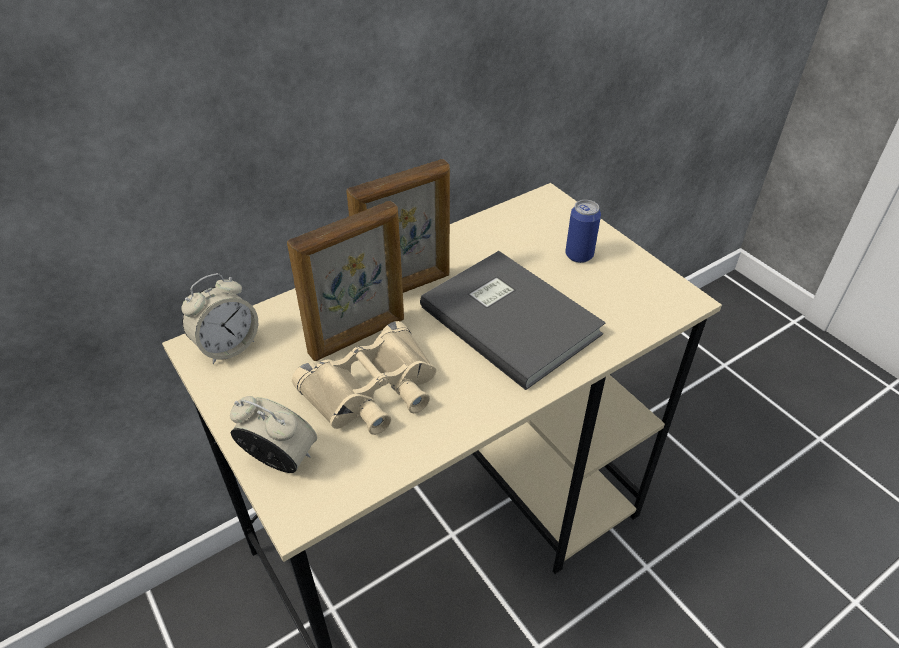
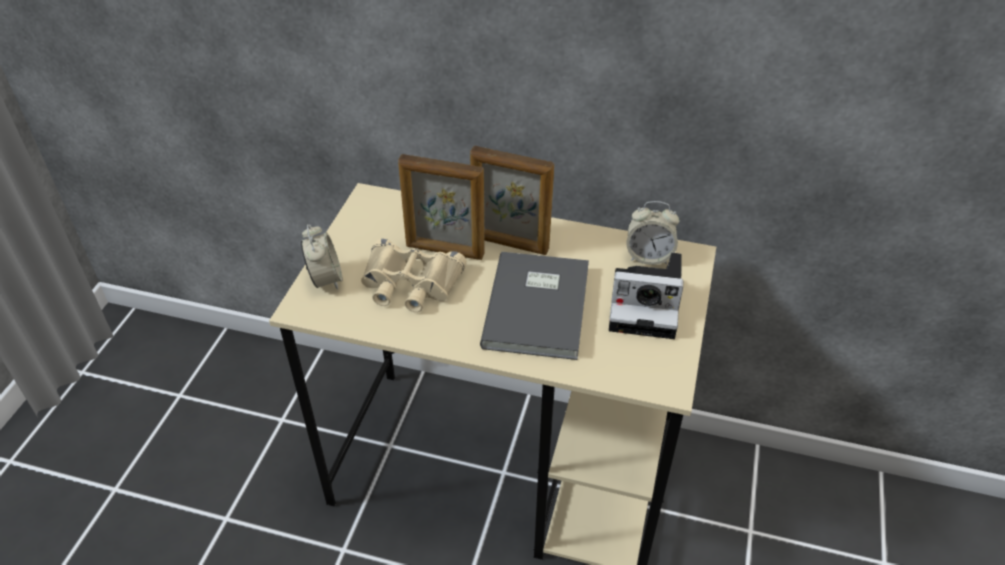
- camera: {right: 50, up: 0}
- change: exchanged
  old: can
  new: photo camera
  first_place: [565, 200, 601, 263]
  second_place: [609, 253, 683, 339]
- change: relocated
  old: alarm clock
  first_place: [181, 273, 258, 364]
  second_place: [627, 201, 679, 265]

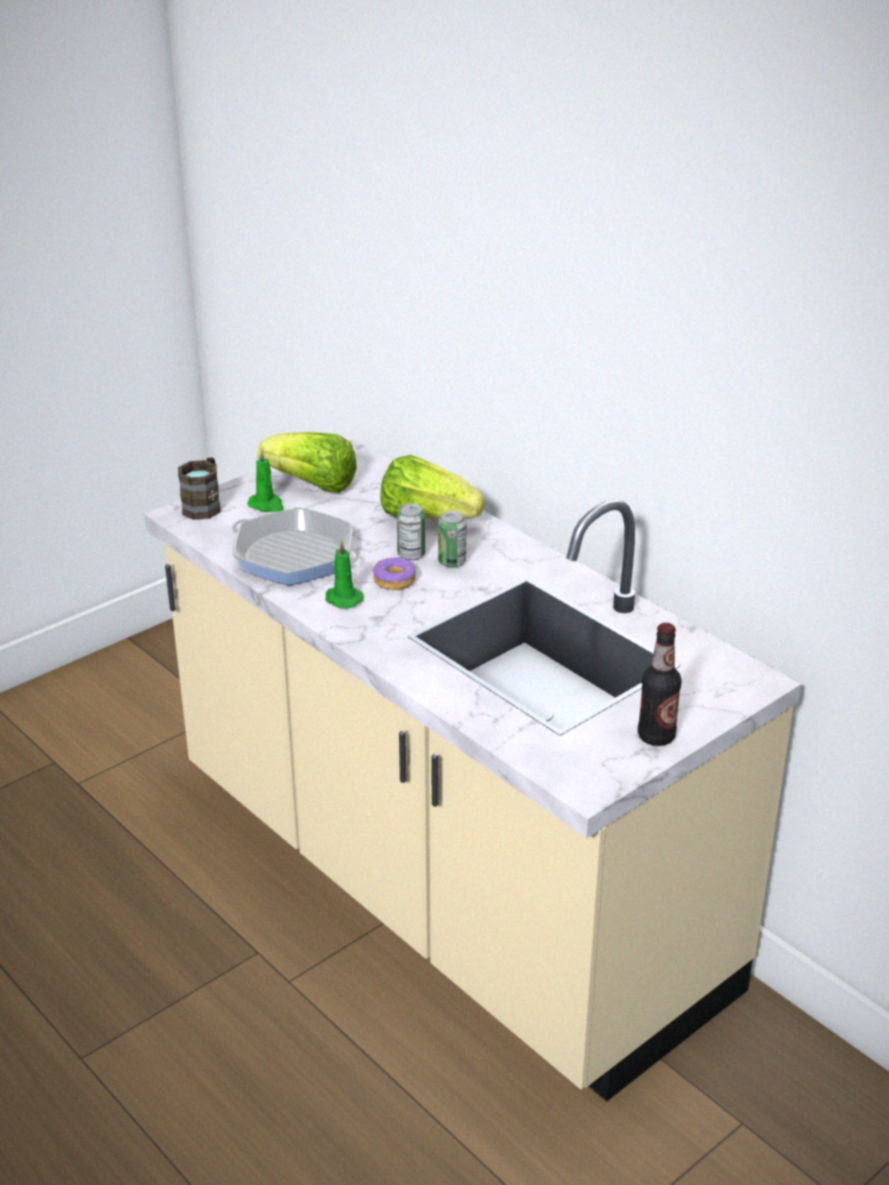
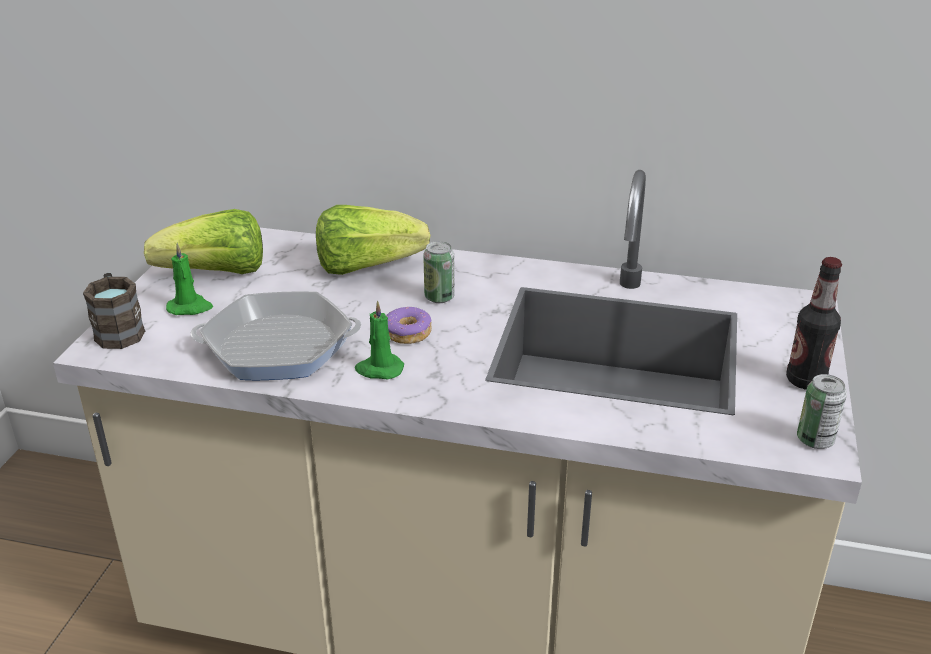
- camera: {right: -35, up: 0}
- change: relocated
  old: can
  first_place: [397, 504, 425, 560]
  second_place: [797, 374, 847, 449]

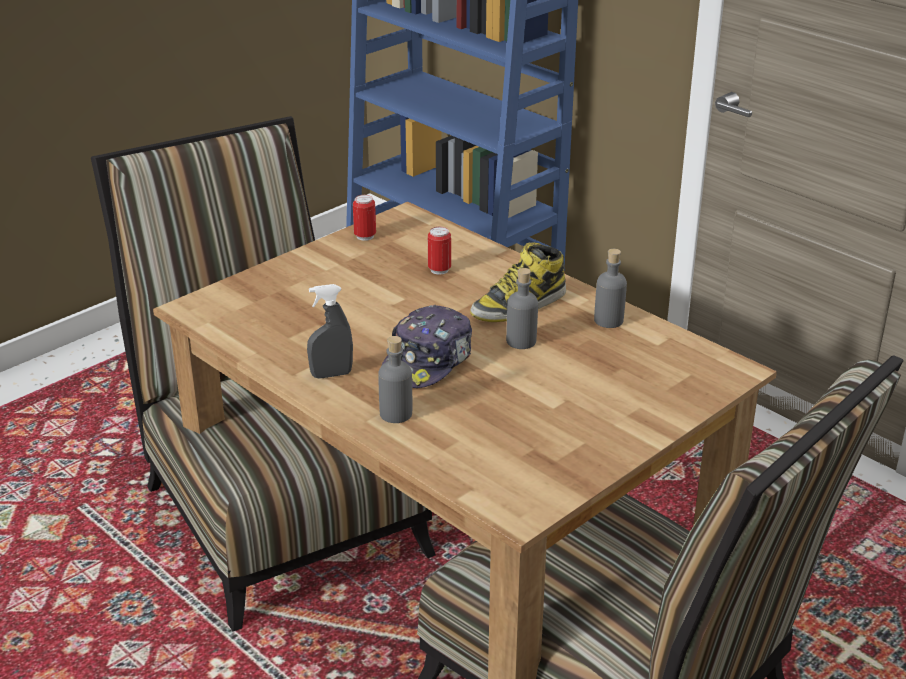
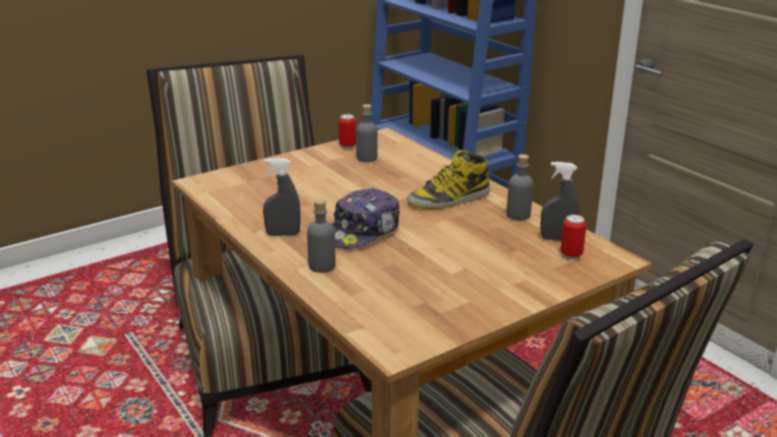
- camera: {right: 10, up: -5}
- change: relocated
  old: grey bottle
  first_place: [506, 268, 538, 349]
  second_place: [356, 104, 377, 162]
- change: appeared
  new: grey spray bottle
  second_place: [540, 162, 580, 241]
- change: relocated
  old: can
  first_place: [428, 227, 451, 275]
  second_place: [560, 214, 586, 260]

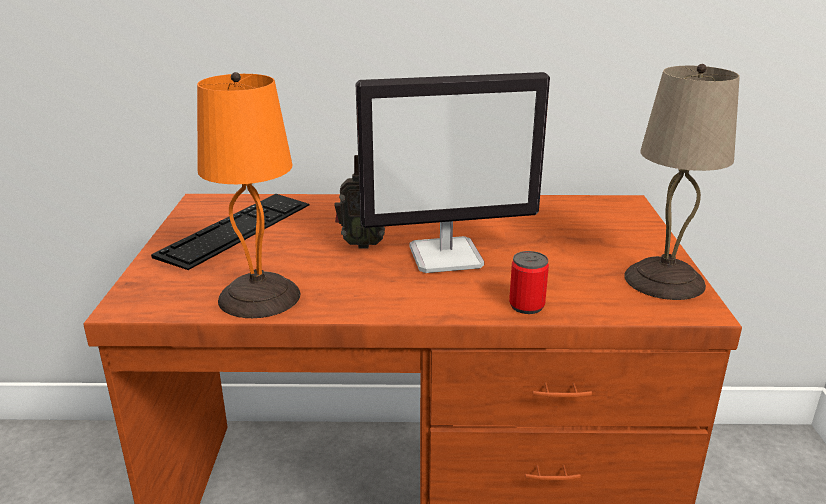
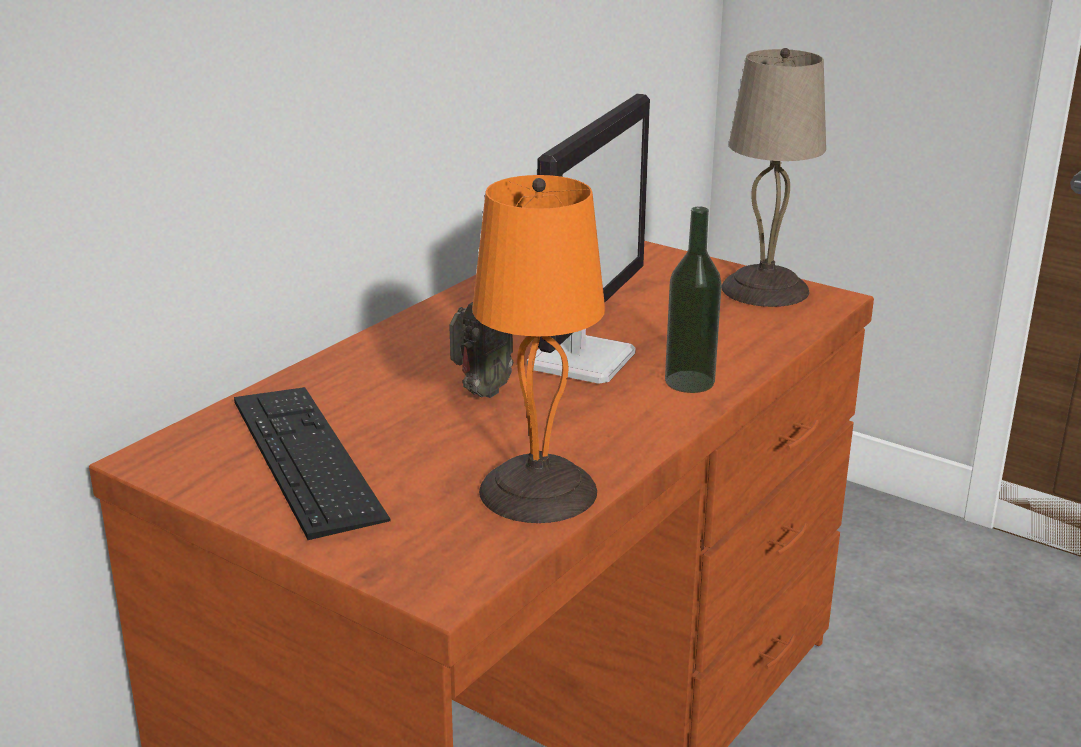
- camera: {right: -55, up: 0}
- change: appeared
  new: bottle
  second_place: [665, 207, 722, 393]
- change: missing
  old: can
  first_place: [509, 251, 549, 314]

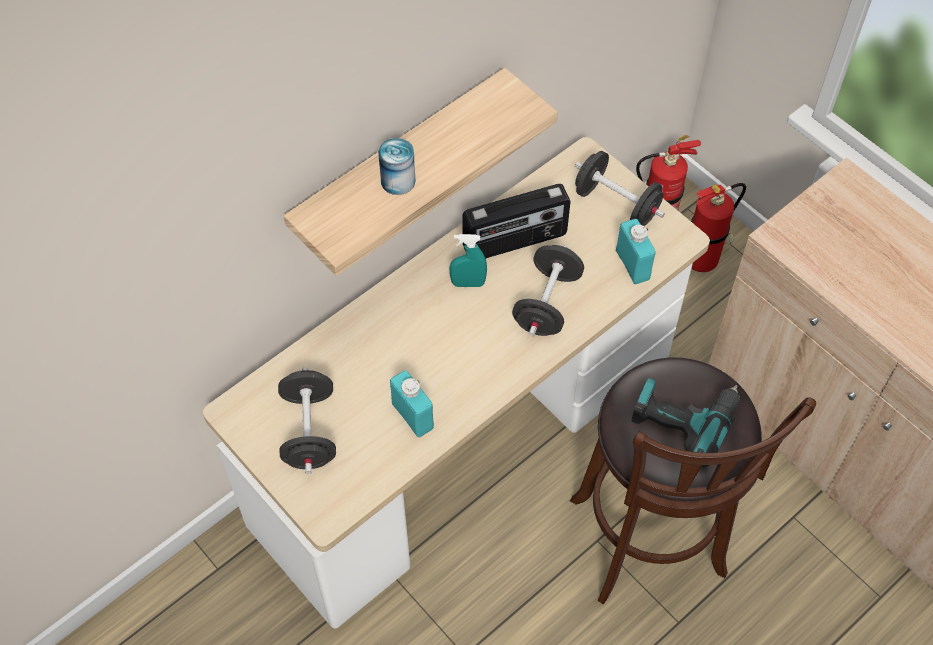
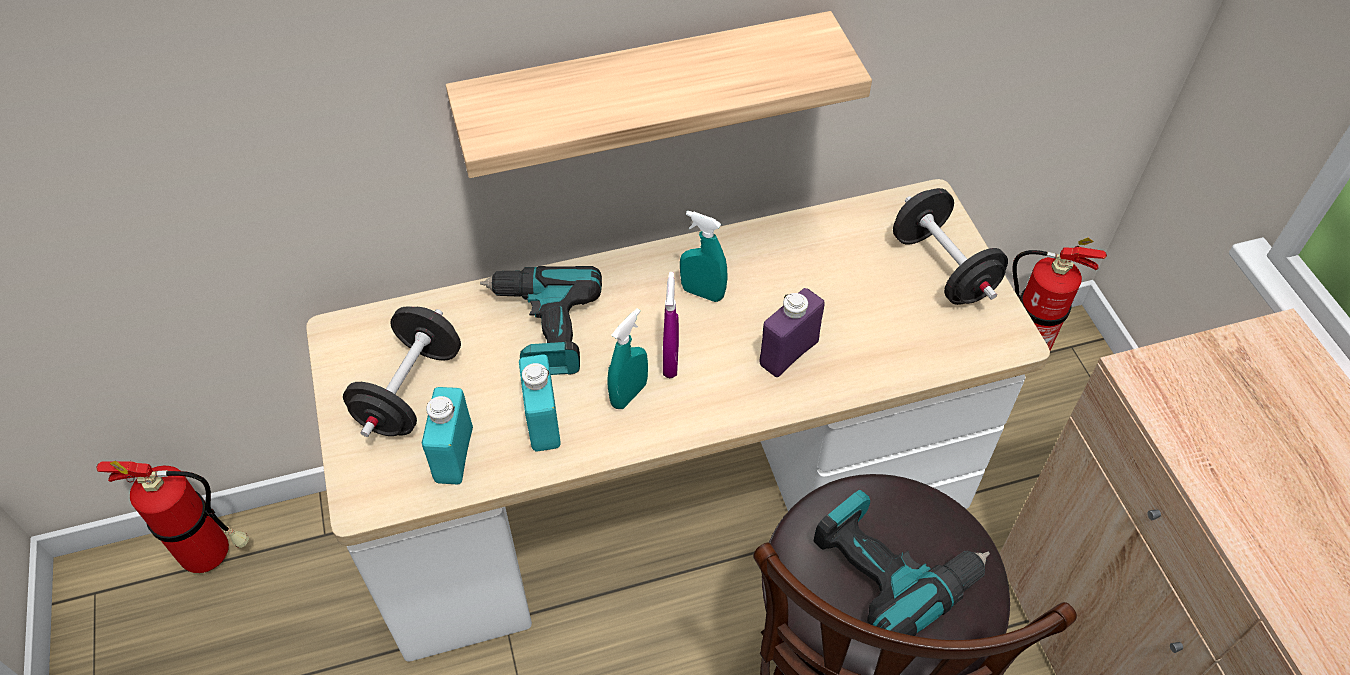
- camera: {right: 25, up: -5}
- change: relocated
  old: fire extinguisher
  first_place: [691, 183, 746, 272]
  second_place: [97, 460, 249, 573]
- change: relocated
  old: turquoise bottle
  first_place: [616, 219, 656, 284]
  second_place: [422, 387, 473, 484]
- change: appeared
  new: power drill
  second_place: [480, 266, 602, 375]
- change: appeared
  new: turquoise spray bottle
  second_place: [607, 308, 648, 409]
- change: appeared
  new: purple spray bottle
  second_place: [663, 272, 679, 378]
- change: exchanged
  old: black dumbbell
  new: purple bottle
  first_place: [512, 245, 584, 336]
  second_place: [760, 288, 825, 377]
- change: missing
  old: can
  first_place: [378, 138, 415, 195]
- change: missing
  old: radio
  first_place: [463, 184, 571, 258]

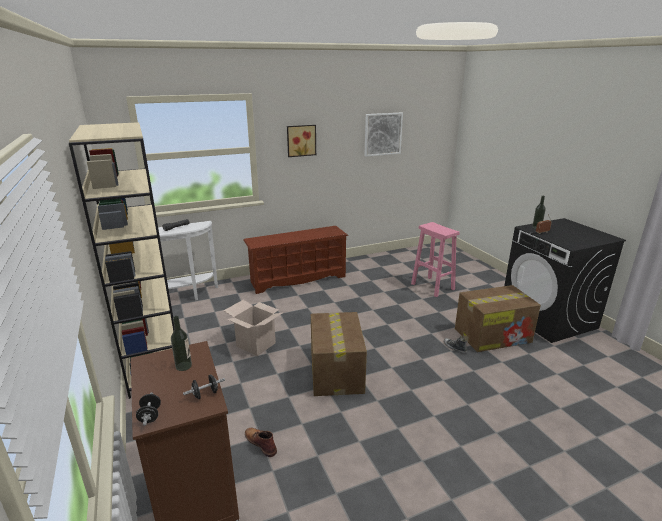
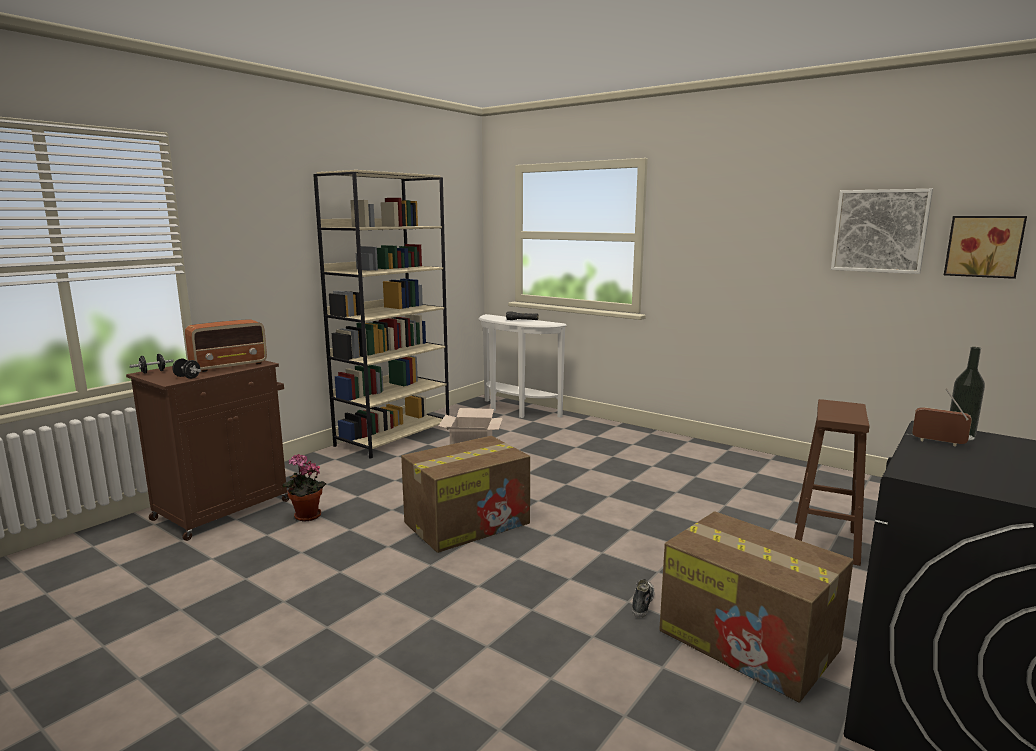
- camera: {right: 60, up: -10}
- change: exchanged
  old: bottle
  new: radio
  first_place: [171, 316, 192, 371]
  second_place: [185, 319, 267, 372]
- change: exchanged
  old: brown boot
  new: potted plant
  first_place: [245, 428, 277, 457]
  second_place: [282, 454, 326, 522]
- change: colour
  old: pink stool
  new: brown stool
  first_place: [411, 222, 460, 297]
  second_place: [795, 399, 869, 566]
- change: relocated
  old: picture
  first_place: [287, 125, 316, 157]
  second_place: [944, 216, 1027, 279]
- change: missing
  old: brown shoe rack
  first_place: [243, 226, 348, 294]

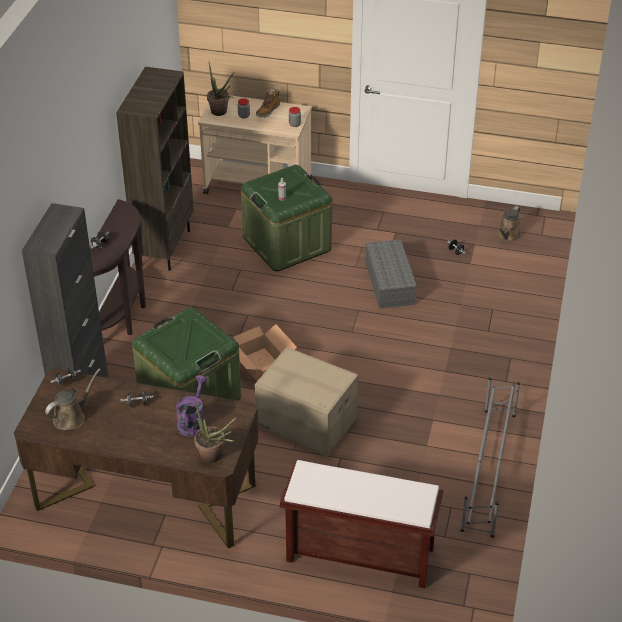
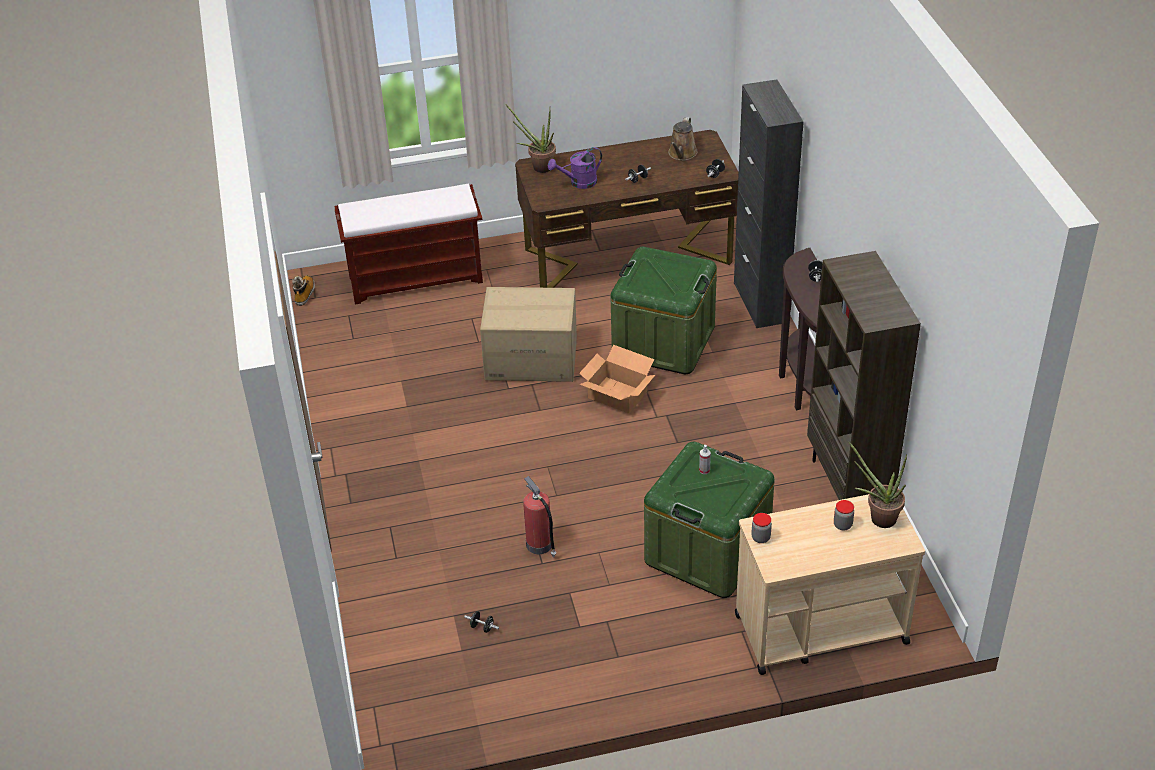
- camera: {right: 155, up: 0}
- change: relocated
  old: boot
  first_place: [256, 89, 280, 118]
  second_place: [292, 275, 315, 306]
- change: exchanged
  old: grey storage box
  new: fire extinguisher
  first_place: [365, 239, 417, 309]
  second_place: [523, 476, 556, 558]
- change: spun
  old: purple watering can
  first_place: [176, 375, 207, 437]
  second_place: [548, 147, 602, 189]
  degrees: 75
- change: missing
  old: grey shoe rack
  first_place: [461, 377, 520, 538]
- change: missing
  old: brown watering can
  first_place: [497, 206, 522, 242]

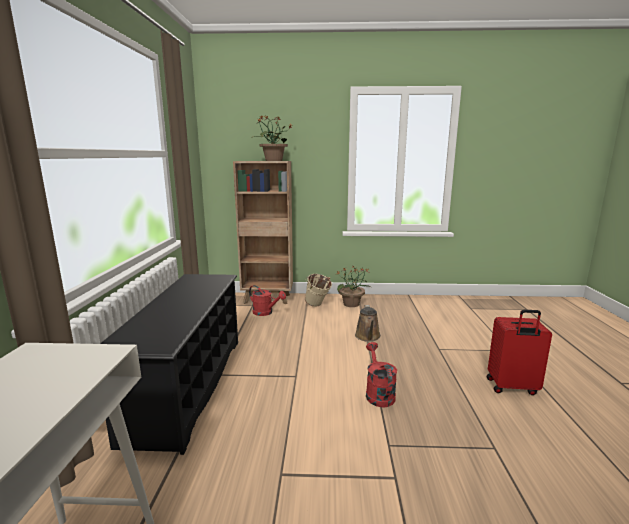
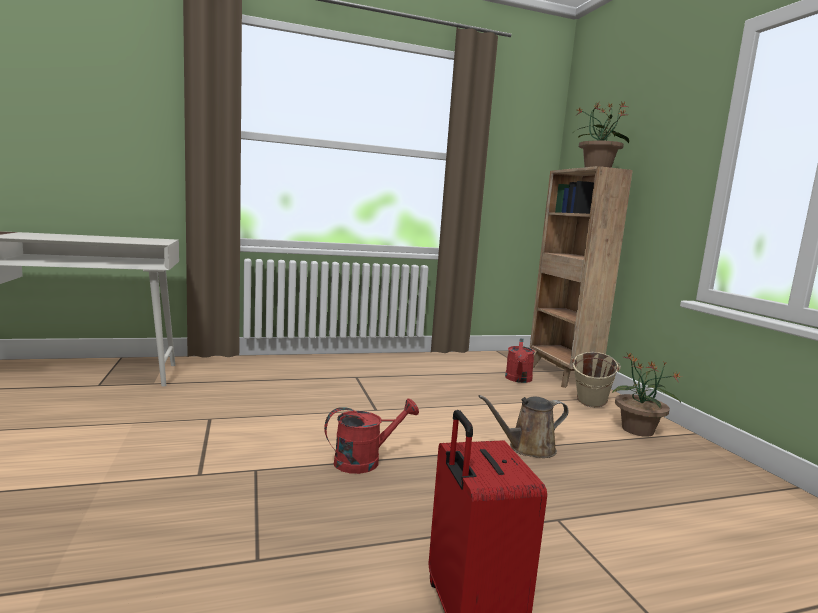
- camera: {right: 70, up: -5}
- change: missing
  old: black shoe rack
  first_place: [100, 274, 238, 455]

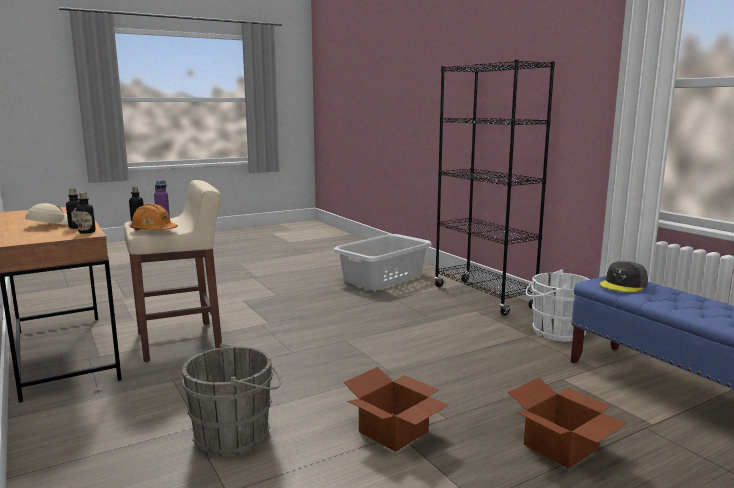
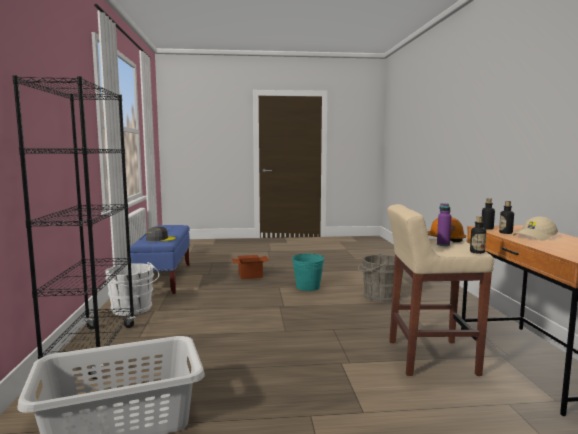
- camera: {right: -155, up: -5}
- change: exchanged
  old: cardboard box
  new: turquoise bucket
  first_place: [343, 367, 449, 452]
  second_place: [292, 254, 324, 291]

